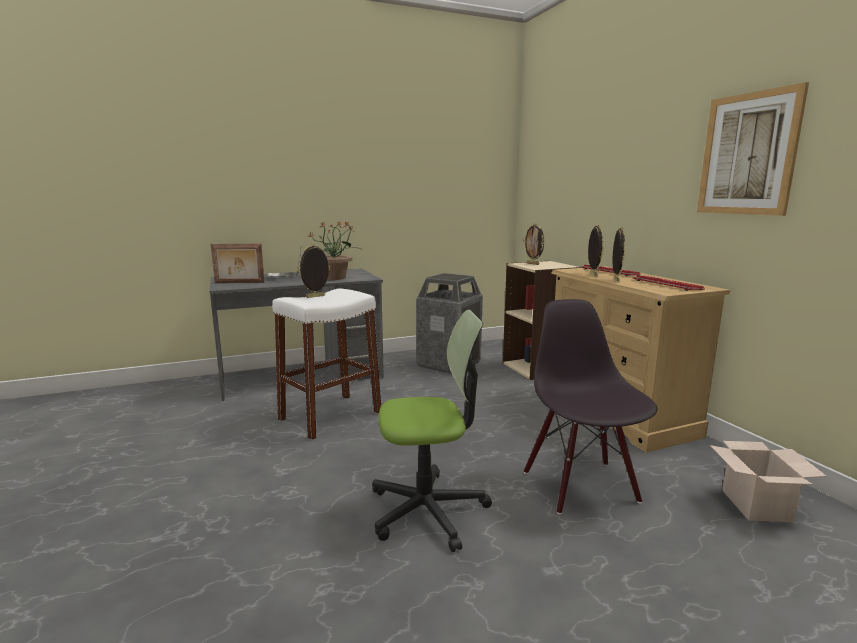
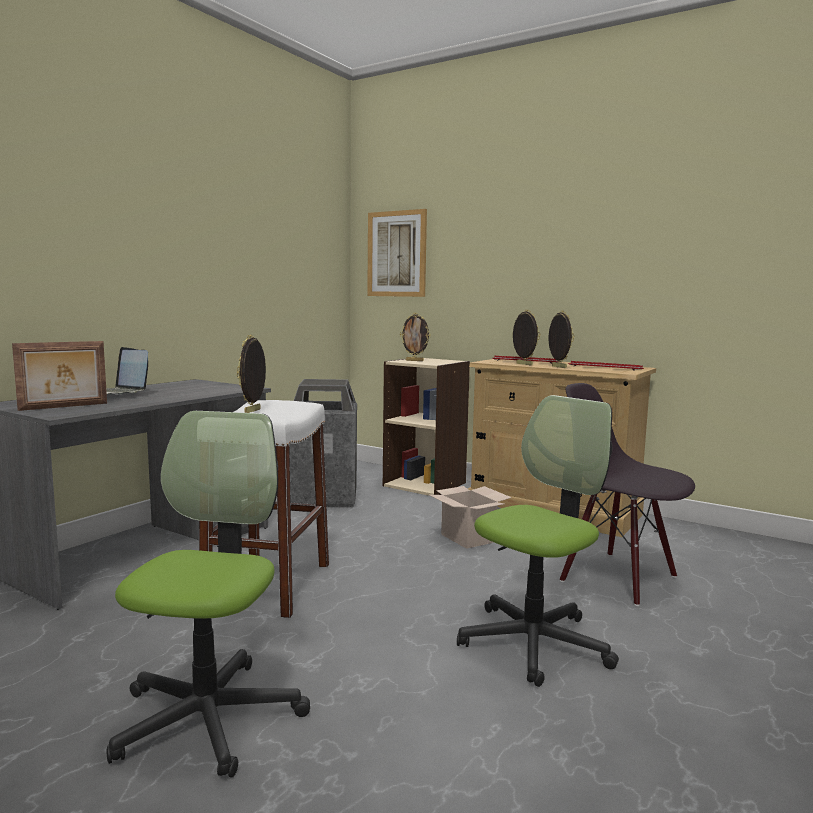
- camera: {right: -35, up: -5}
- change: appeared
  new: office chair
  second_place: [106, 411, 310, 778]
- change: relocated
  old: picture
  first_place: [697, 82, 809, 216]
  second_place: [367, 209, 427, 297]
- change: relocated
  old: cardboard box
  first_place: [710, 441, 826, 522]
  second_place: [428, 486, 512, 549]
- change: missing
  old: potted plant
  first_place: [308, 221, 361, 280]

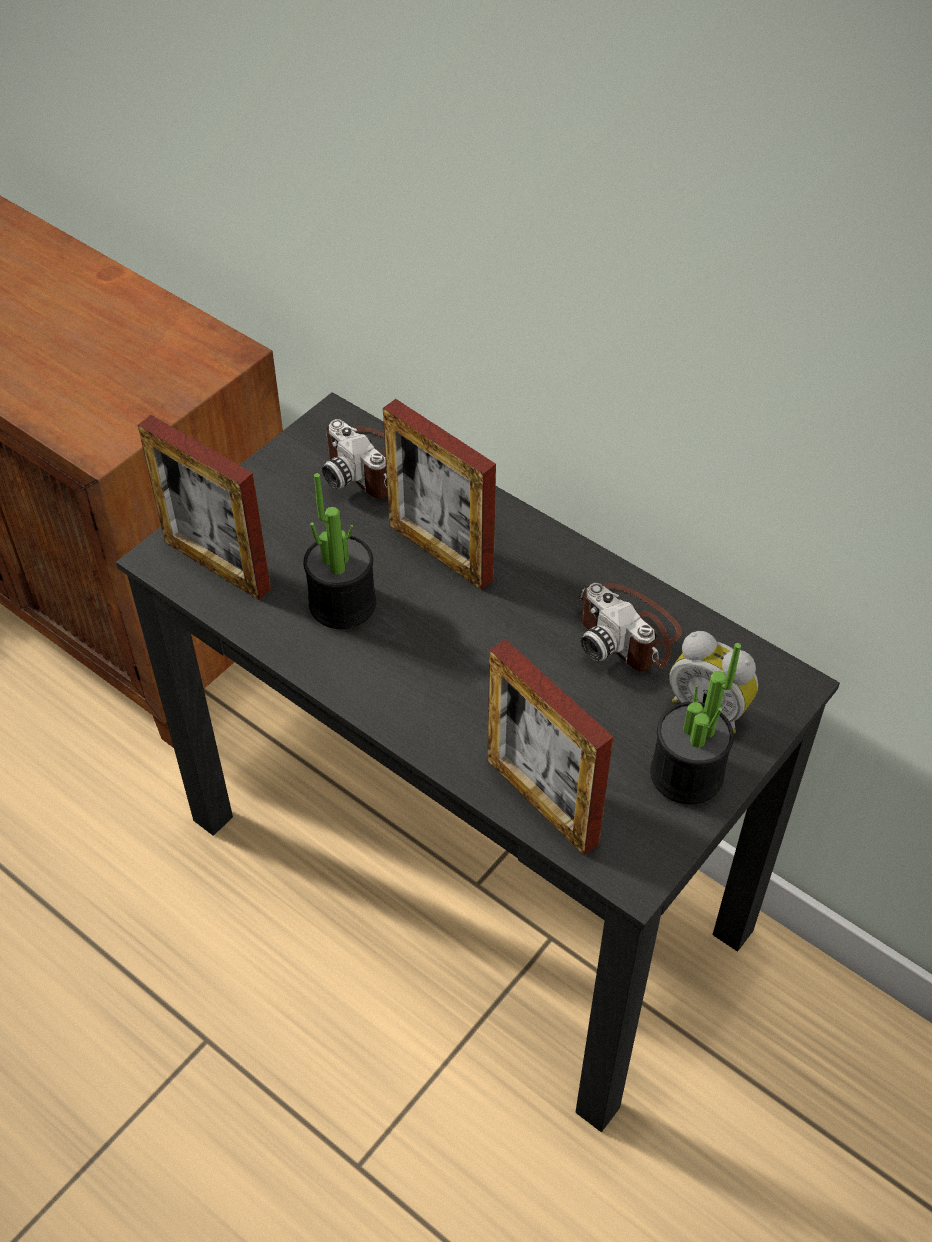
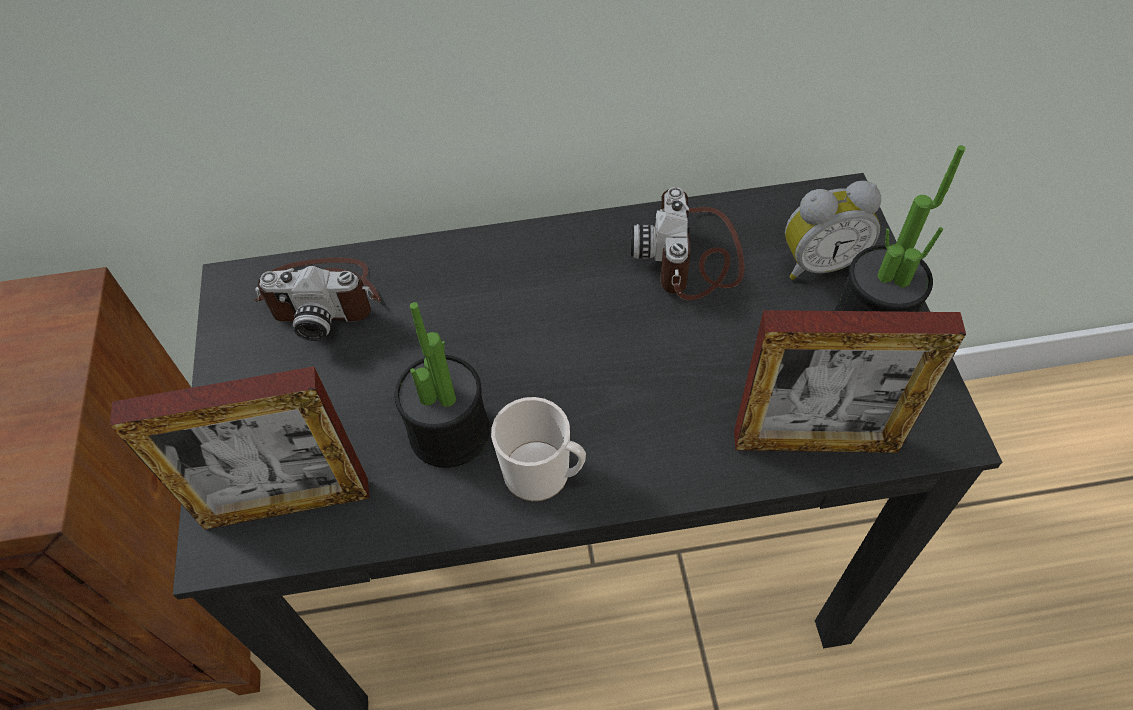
- camera: {right: -45, up: 5}
- change: appeared
  new: mug
  second_place: [491, 397, 586, 501]
- change: spun
  old: photo camera
  first_place: [579, 583, 682, 671]
  second_place: [630, 187, 745, 300]
  degrees: 90
- change: missing
  old: picture frame
  first_place: [383, 399, 496, 590]

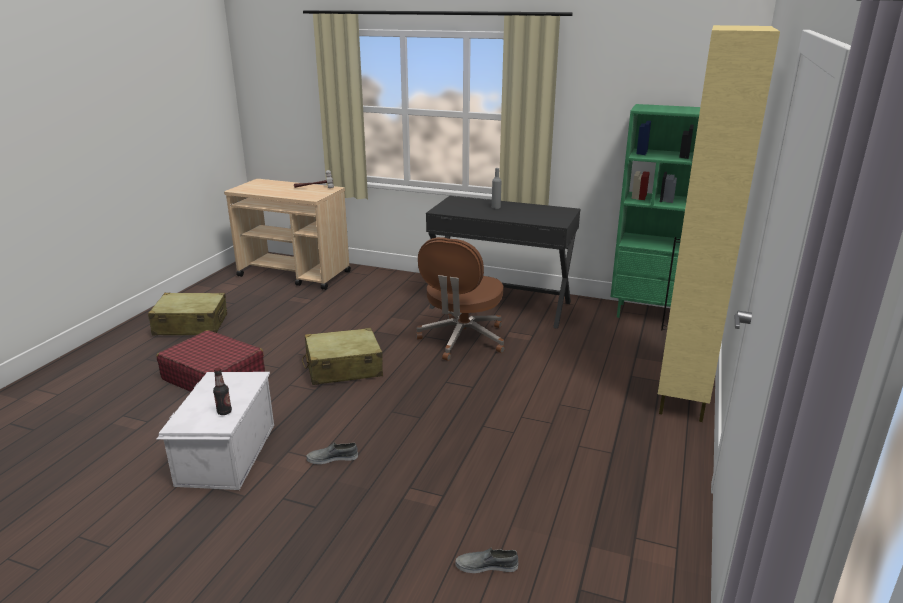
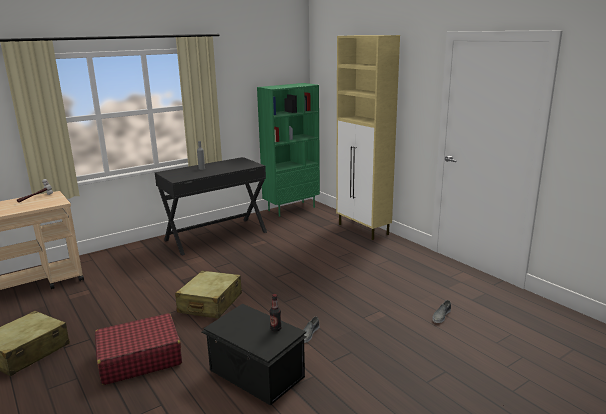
- camera: {right: -55, up: -5}
- change: colour
  old: white storage box
  new: black storage box
  first_place: [156, 372, 274, 490]
  second_place: [202, 304, 307, 406]
- change: missing
  old: brown office chair
  first_place: [416, 237, 505, 361]

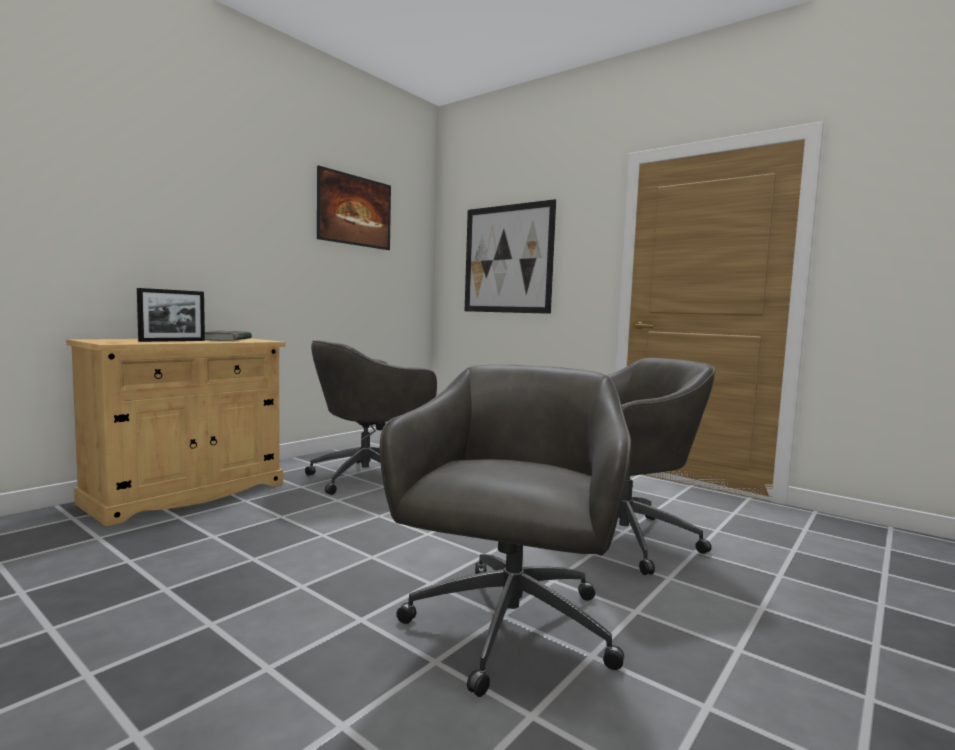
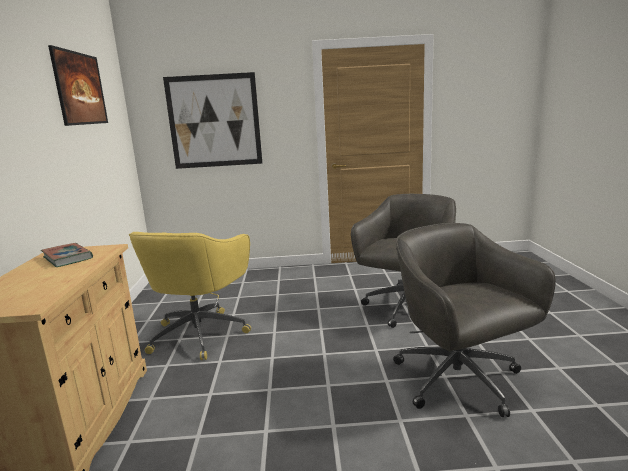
- camera: {right: -40, up: 10}
- change: colour
  old: grey office chair
  new: yellow office chair
  first_place: [305, 340, 437, 495]
  second_place: [129, 232, 251, 360]
- change: missing
  old: picture frame
  first_place: [137, 288, 205, 342]

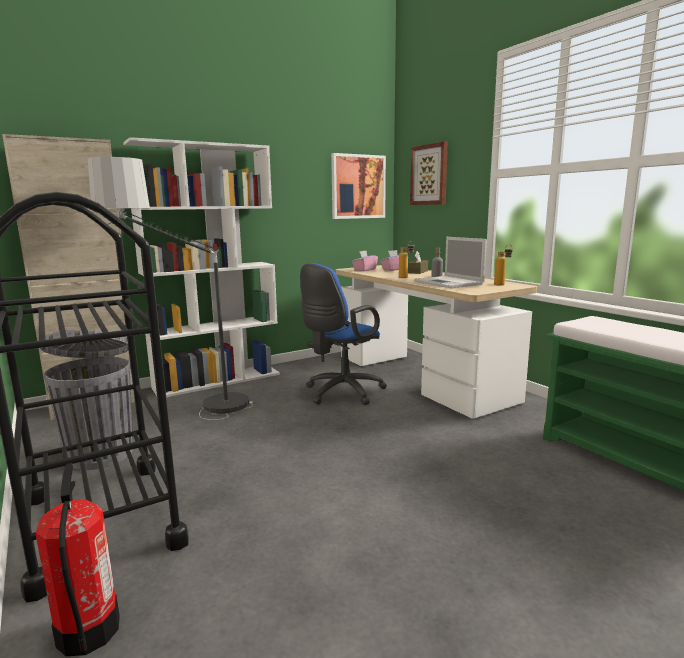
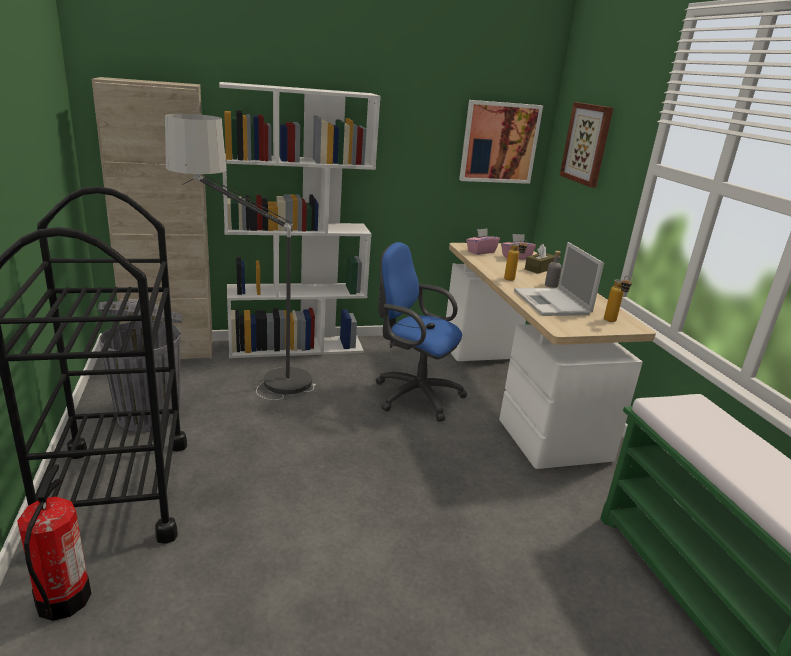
- camera: {right: 15, up: 10}
- change: spun
  old: blue office chair
  first_place: [300, 263, 387, 405]
  second_place: [375, 242, 467, 422]
  degrees: 60

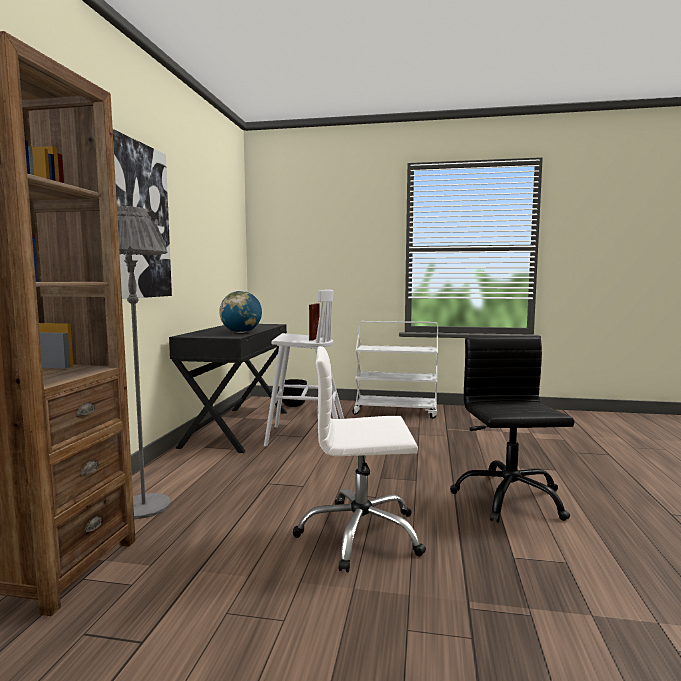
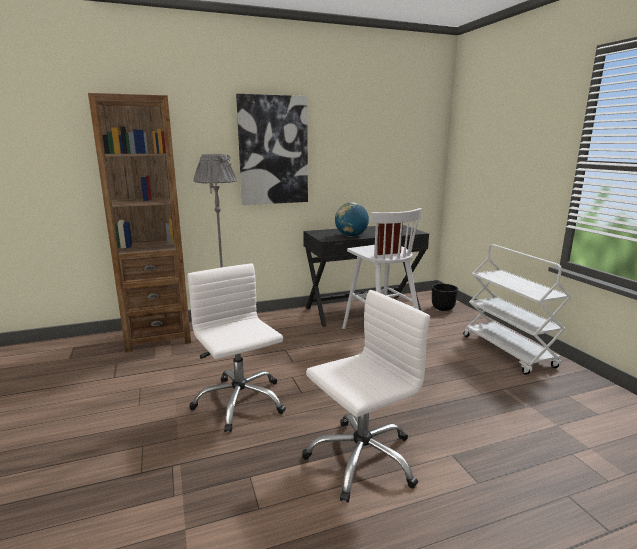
- camera: {right: 60, up: 10}
- change: colour
  old: black office chair
  new: white office chair
  first_place: [450, 337, 575, 523]
  second_place: [302, 290, 430, 503]

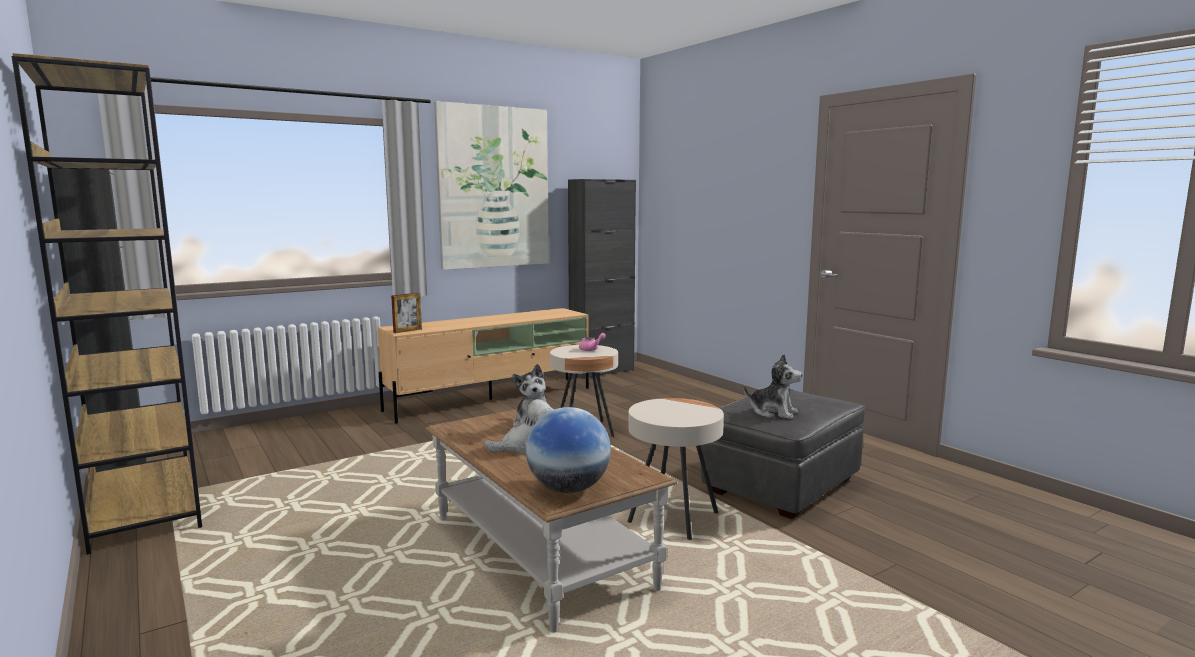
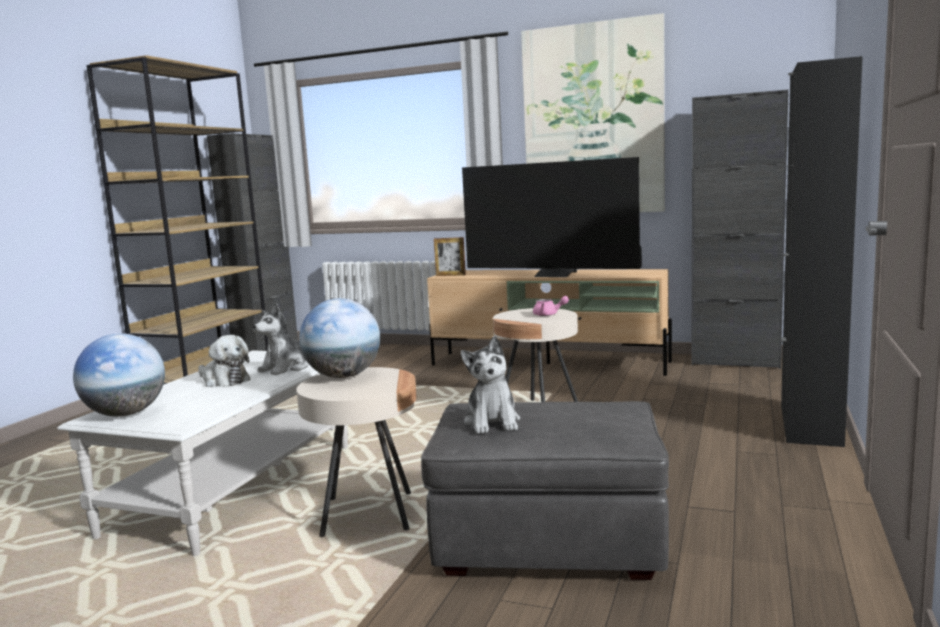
- camera: {right: 55, up: 0}
- change: colour
  old: brown coffee table
  new: white coffee table
  first_place: [426, 409, 677, 632]
  second_place: [57, 350, 348, 556]
- change: appeared
  new: globe
  second_place: [299, 298, 380, 378]
- change: appeared
  new: television
  second_place: [462, 157, 642, 277]
- change: appeared
  new: black cabinet
  second_place: [781, 56, 863, 447]

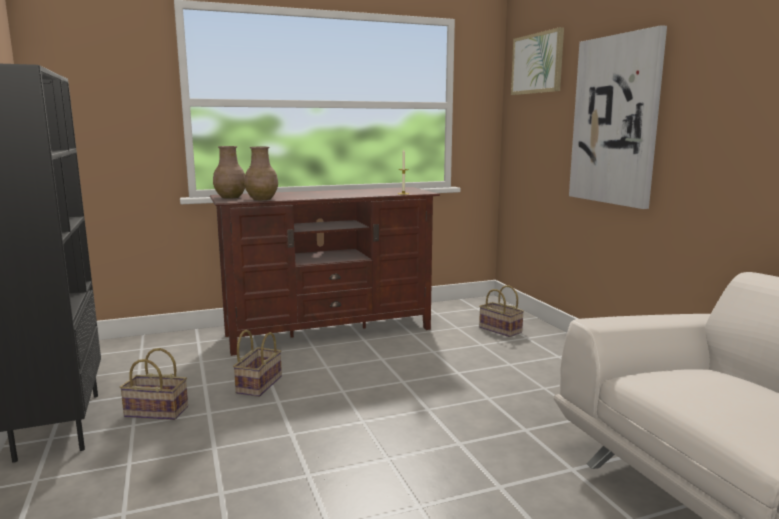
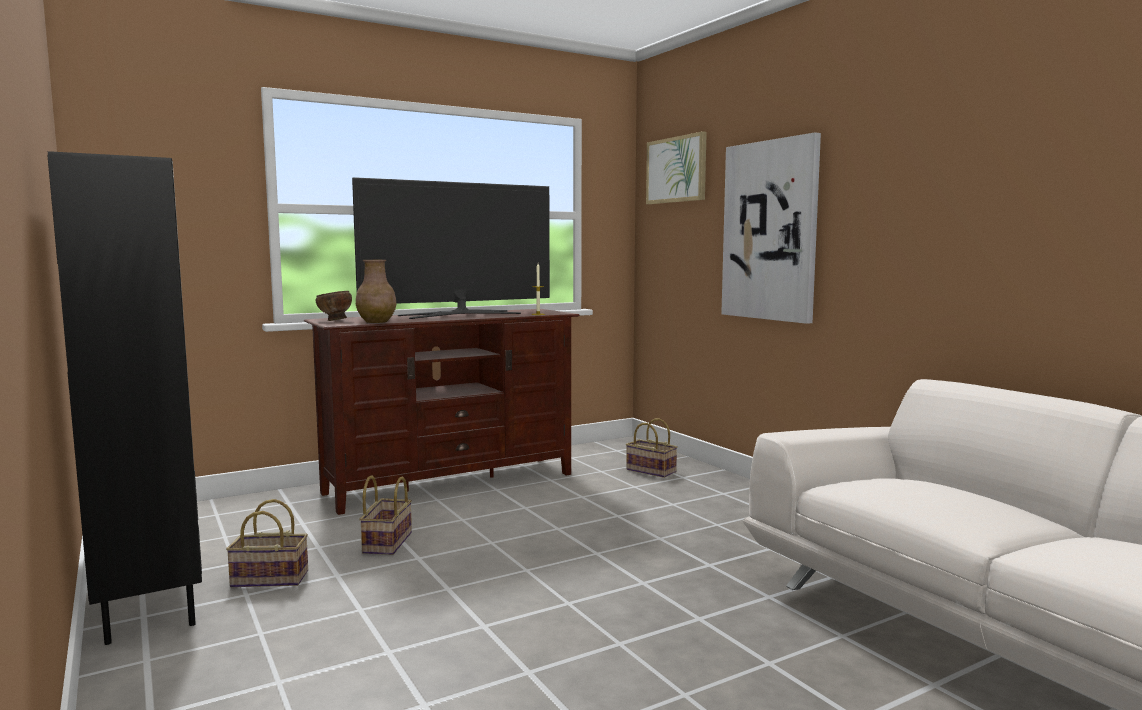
- camera: {right: -10, up: -5}
- change: exchanged
  old: brown vase
  new: brown bowl
  first_place: [213, 146, 245, 199]
  second_place: [316, 291, 352, 321]
- change: appeared
  new: television
  second_place: [352, 177, 550, 319]

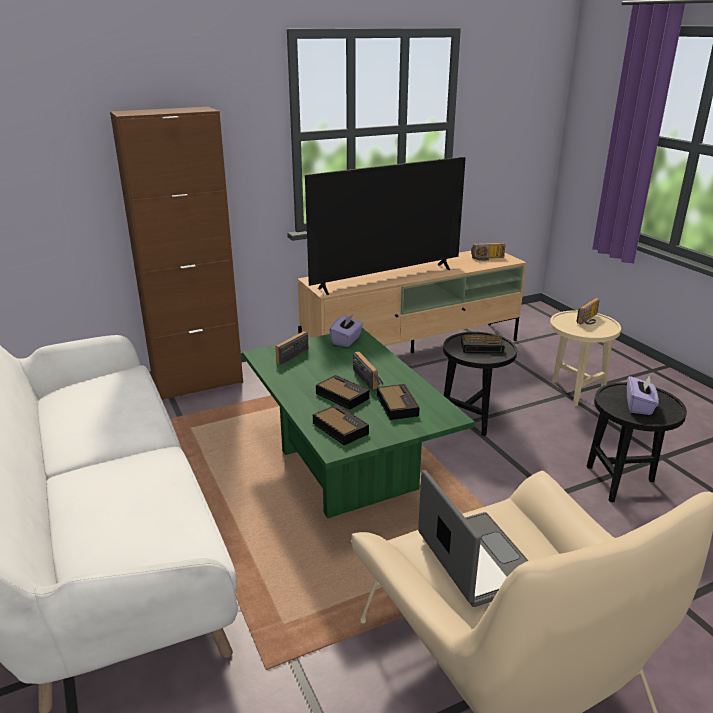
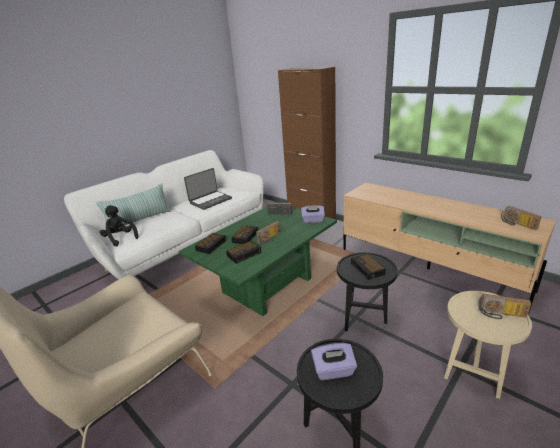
- camera: {right: 70, up: 0}
- change: appeared
  new: pillow
  second_place: [96, 183, 171, 225]
- change: appeared
  new: black plush toy
  second_place: [100, 205, 138, 246]
- change: relocated
  old: laptop
  first_place: [418, 470, 529, 607]
  second_place: [184, 168, 232, 210]
- change: missing
  old: television
  first_place: [305, 157, 466, 295]

